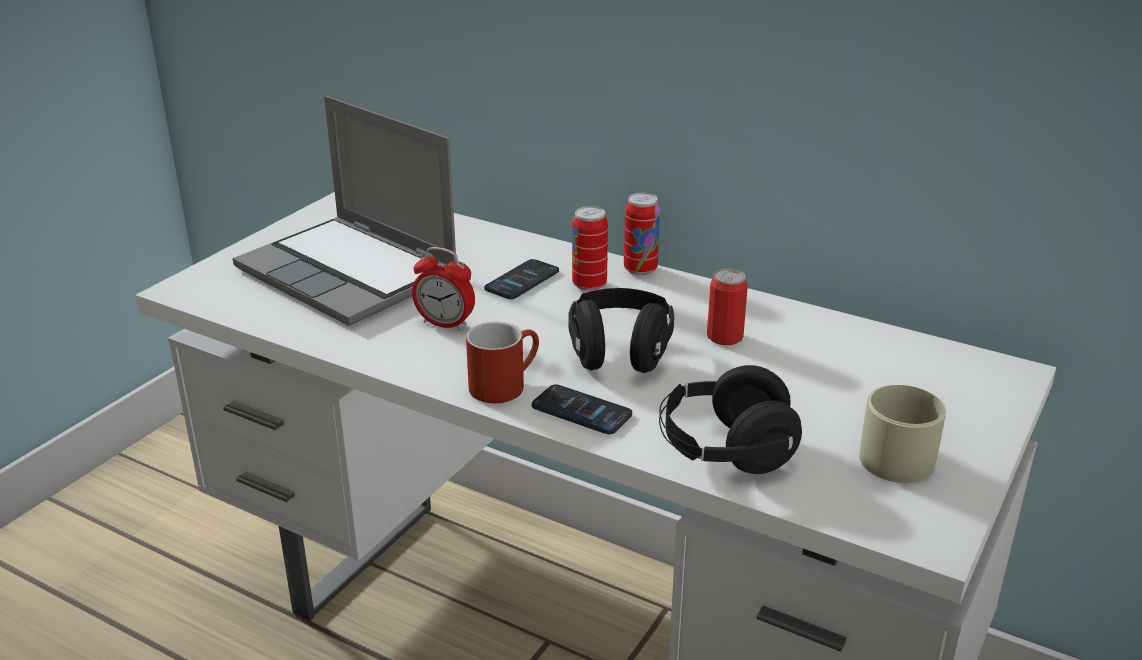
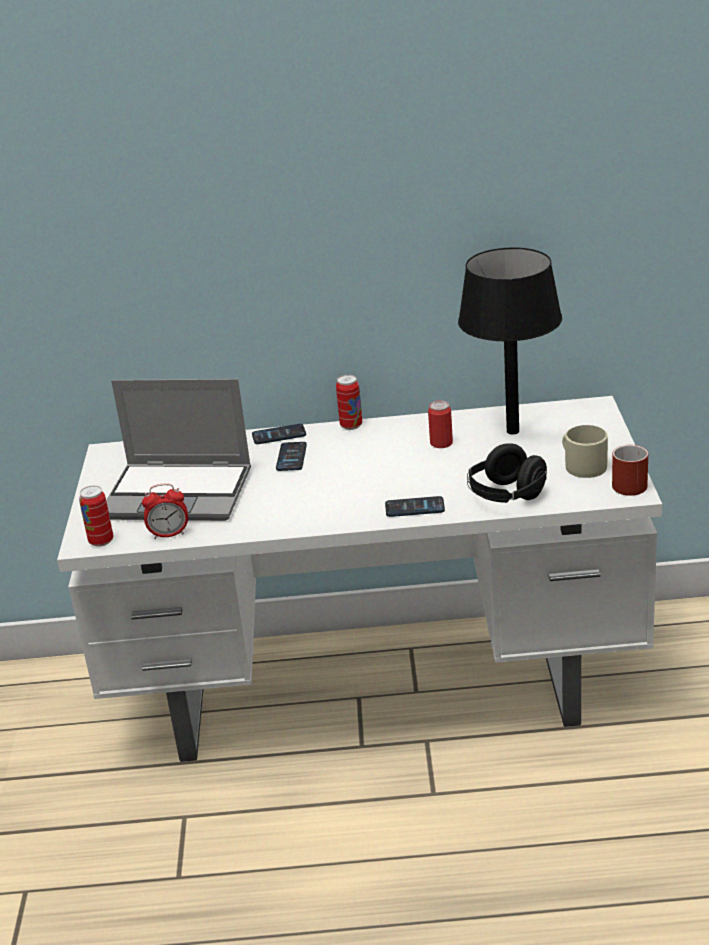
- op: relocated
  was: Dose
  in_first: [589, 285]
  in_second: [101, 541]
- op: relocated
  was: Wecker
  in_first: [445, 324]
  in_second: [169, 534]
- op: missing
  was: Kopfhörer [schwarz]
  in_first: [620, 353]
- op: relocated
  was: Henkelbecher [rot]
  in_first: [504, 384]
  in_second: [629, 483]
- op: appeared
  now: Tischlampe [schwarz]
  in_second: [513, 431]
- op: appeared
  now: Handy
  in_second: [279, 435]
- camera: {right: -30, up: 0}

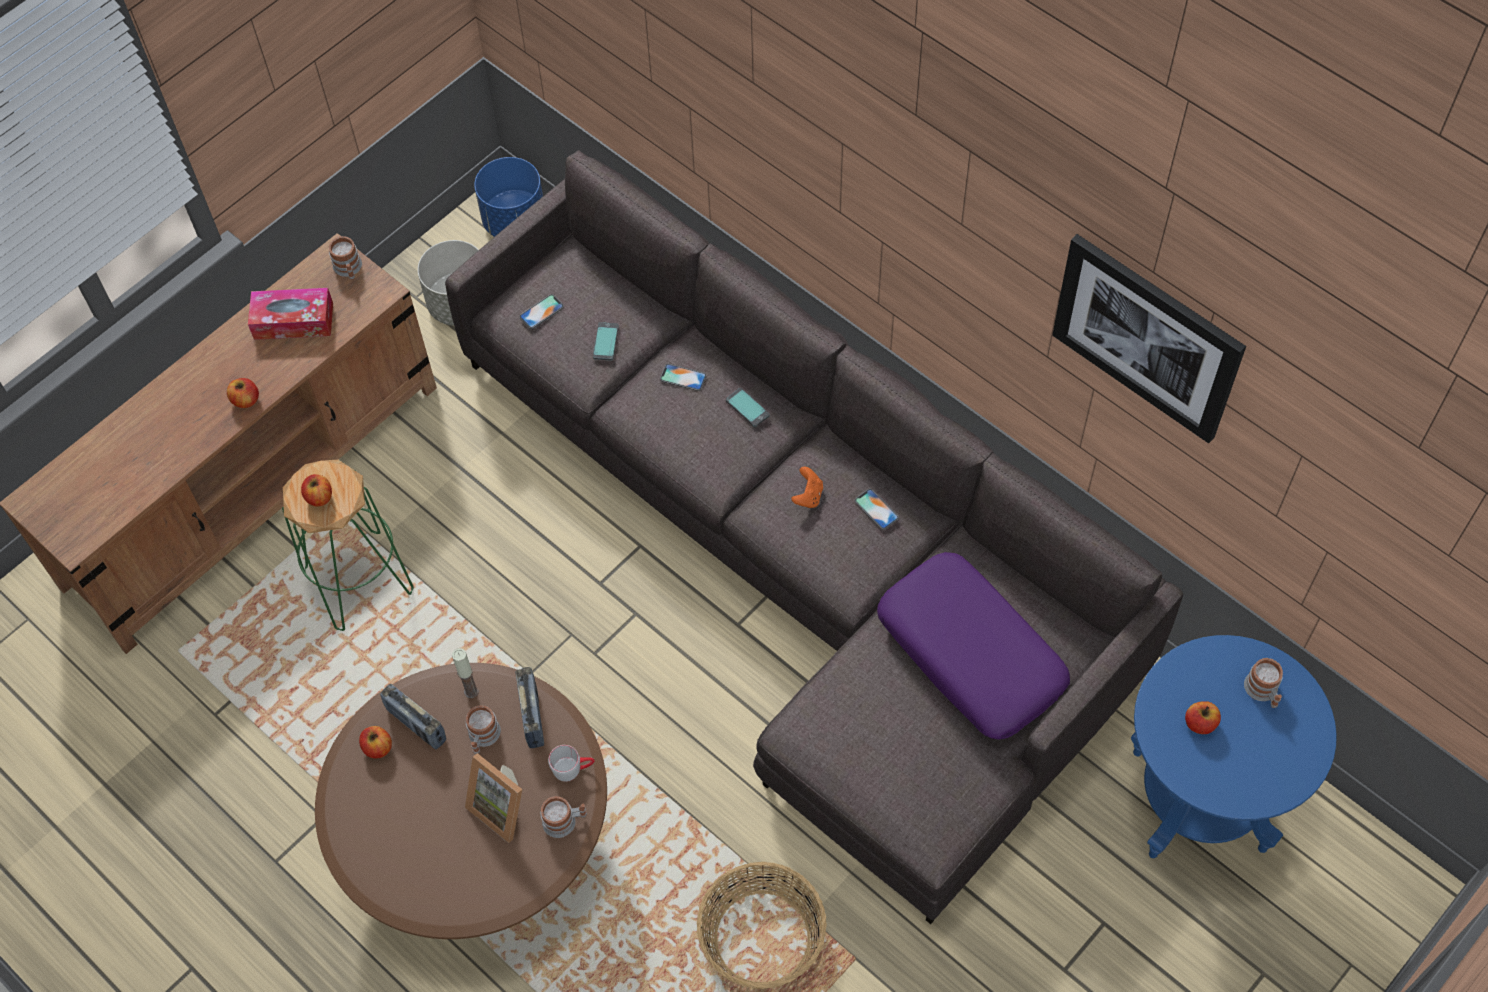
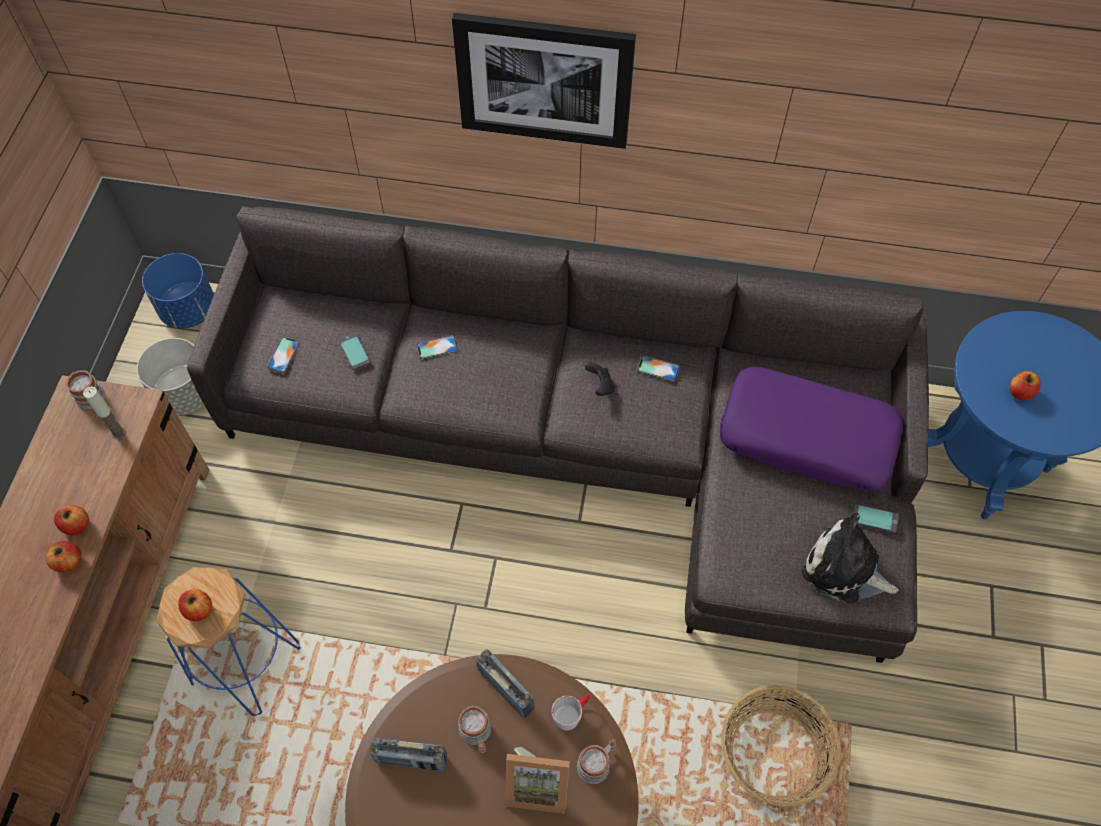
- op: relocated
  was: Bild
  in_first: [1147, 336]
  in_second: [544, 80]
- op: missing
  was: Taschentuchbox
  in_first: [293, 321]
- op: relocated
  was: Handy
  in_first: [747, 408]
  in_second: [875, 518]
- op: colour
  was: Hocker [grün]
  now: Hocker [blau]
  in_first: [359, 581]
  in_second: [247, 664]
- op: colour
  was: Gamepad [orange]
  now: Gamepad [schwarz]
  in_first: [808, 496]
  in_second: [600, 386]
- op: relocated
  was: Kerze
  in_first: [471, 691]
  in_second: [118, 433]
- op: missing
  was: Henkelbecher
  in_first: [1263, 691]
- op: relocated
  was: Apfel
  in_first: [377, 748]
  in_second: [76, 525]
- op: appeared
  now: Plüschtier
  in_second: [844, 570]
- camera: {right: -35, up: 0}

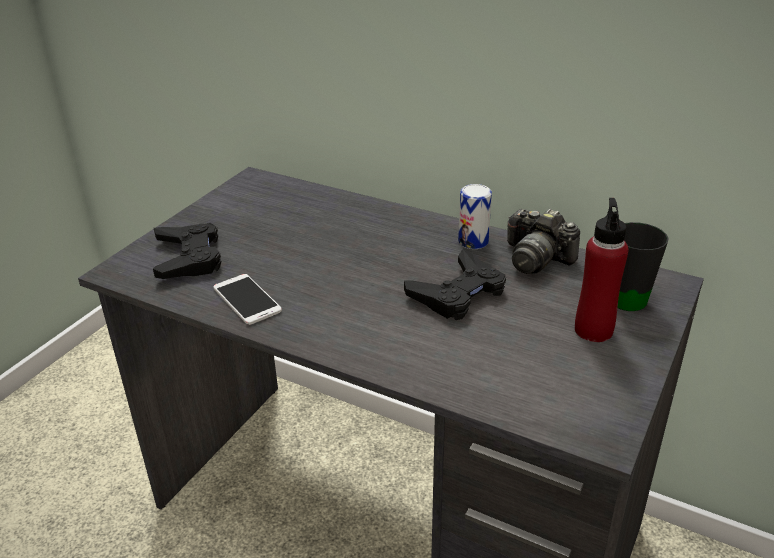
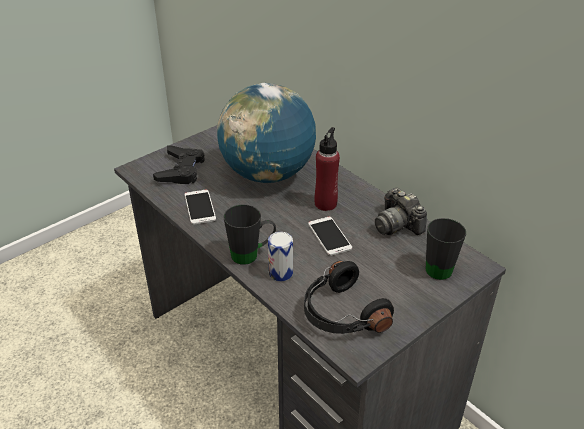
- op: relocated
  was: Dose
  in_first: [473, 241]
  in_second: [280, 273]
- op: relocated
  was: Flasche [rot]
  in_first: [593, 330]
  in_second: [325, 203]
- op: exchanged
  was: Gamepad [schwarz]
  now: Handy
  in_first: [458, 293]
  in_second: [329, 236]
- op: appeared
  now: Globus
  in_second: [267, 174]
- op: appeared
  now: Henkelbecher [schwarz]
  in_second: [251, 255]
- op: appeared
  now: Kopfhörer [schwarz]
  in_second: [341, 314]
- camera: {right: 20, up: 5}

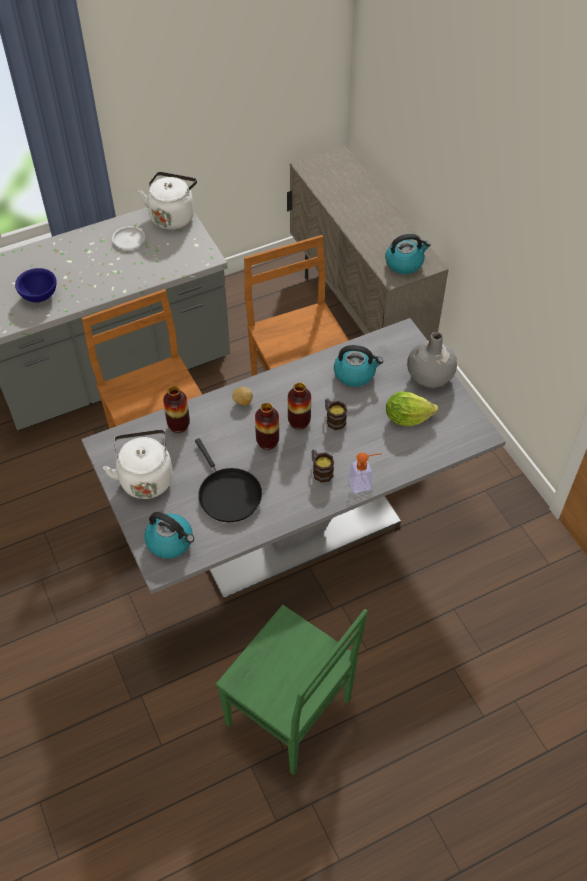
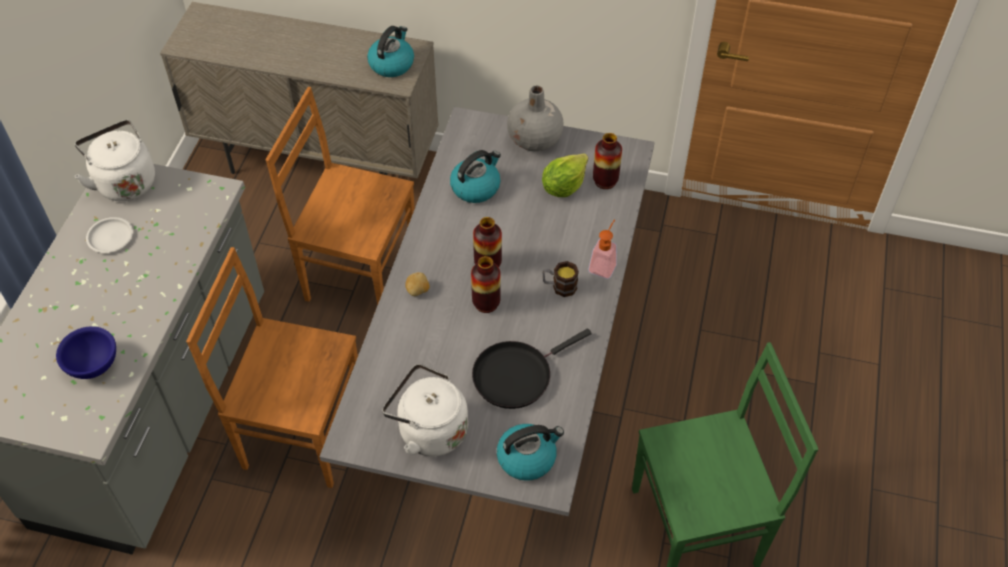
- op: relocated
  was: Vase
  in_first: [178, 425]
  in_second: [605, 181]
- op: missing
  was: Henkelbecher
  in_first: [333, 419]
- op: spun
  was: Pfanne [schwarz]
  in_first: [227, 494]
  in_second: [516, 375]
  clockwise: 135
- camera: {right: -50, up: 0}

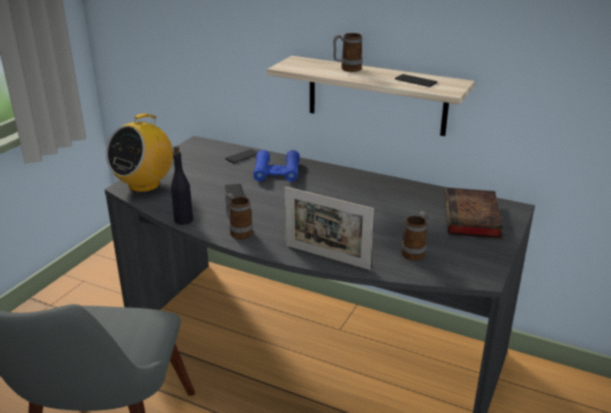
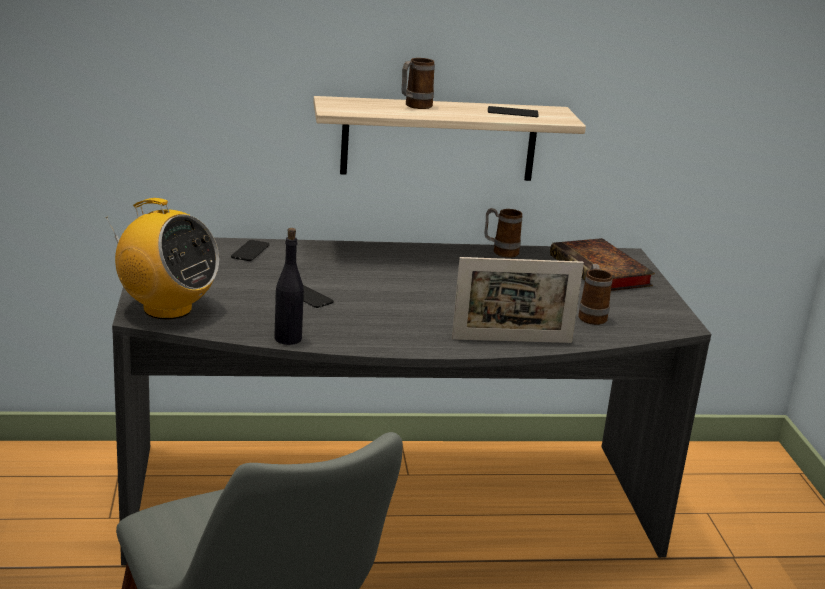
- op: spun
  was: Radio
  in_first: [144, 185]
  in_second: [166, 309]
  clockwise: -60
- op: missing
  was: Fernglas [blau]
  in_first: [276, 172]
- op: relocated
  was: Henkelbecher
  in_first: [238, 232]
  in_second: [500, 252]
- camera: {right: -35, up: -5}

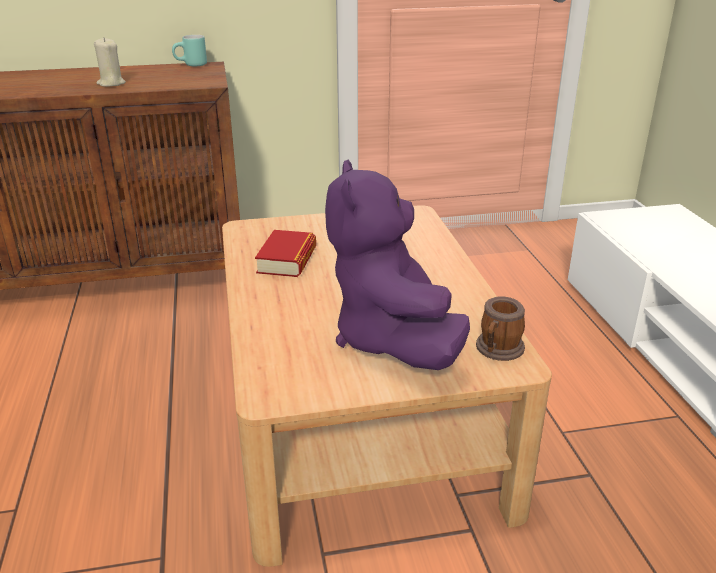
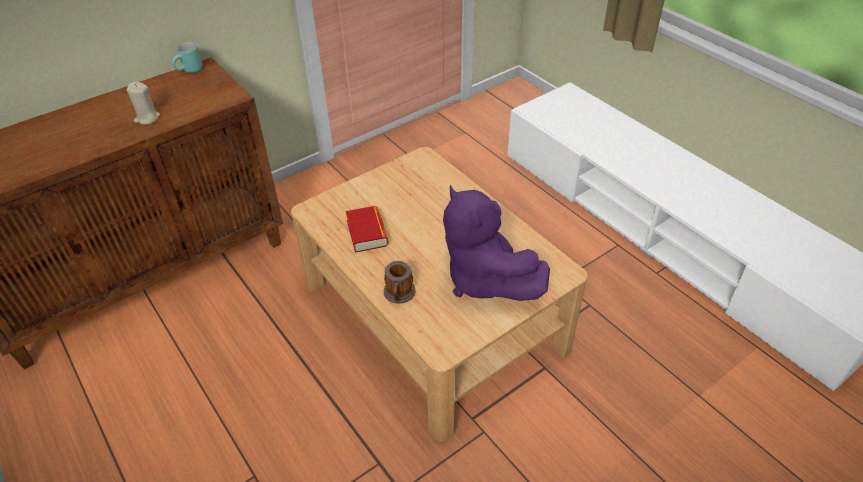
- op: relocated
  was: Henkelbecher
  in_first: [498, 350]
  in_second: [399, 295]
- camera: {right: -25, up: 15}

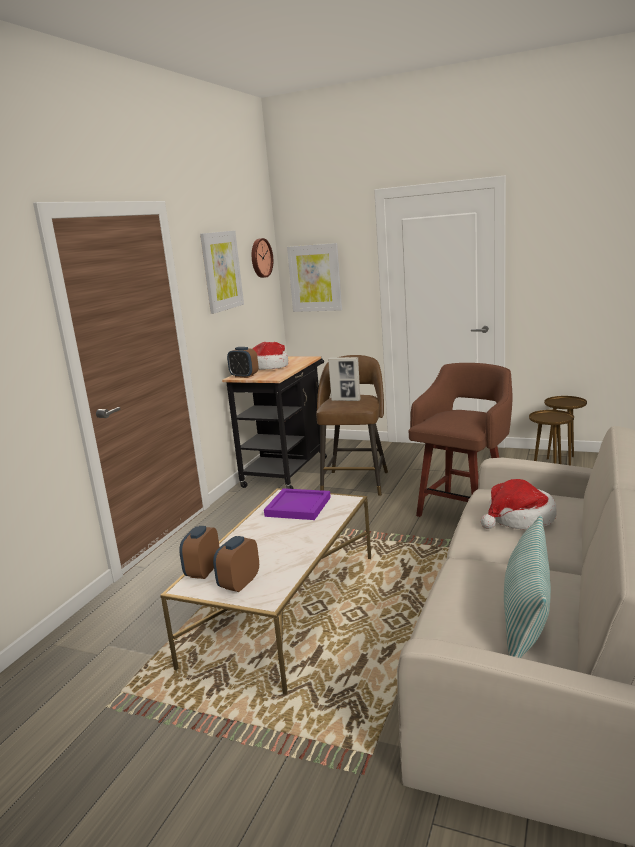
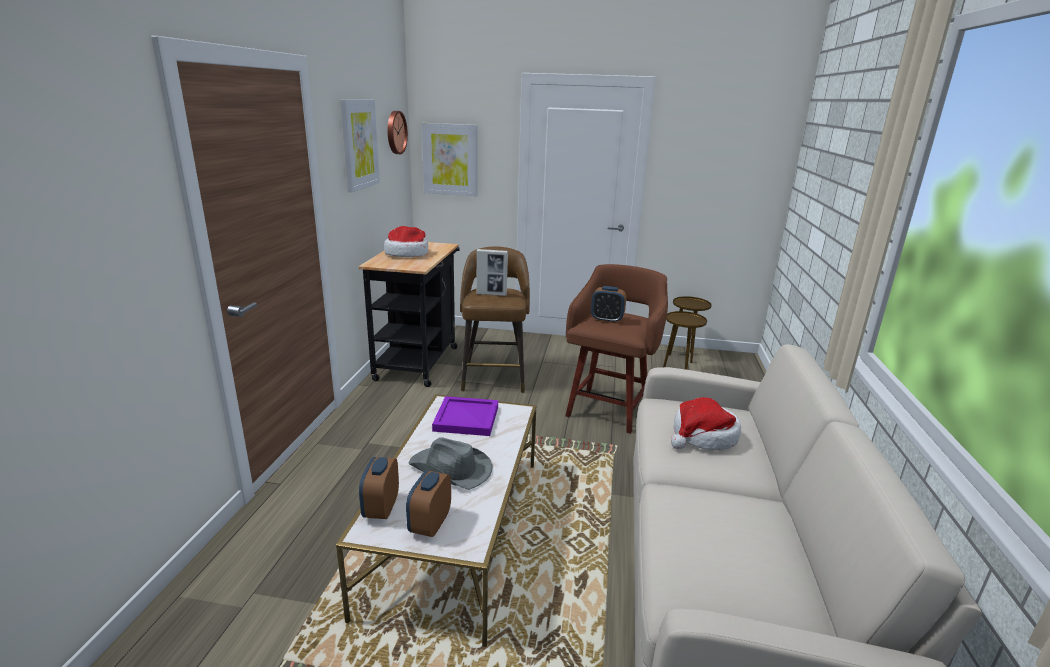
- op: relocated
  was: Wecker
  in_first: [244, 376]
  in_second: [607, 320]
- op: missing
  was: Kissen
  in_first: [526, 617]
- op: appeared
  now: Hut [grau]
  in_second: [451, 469]
- camera: {right: -15, up: 5}

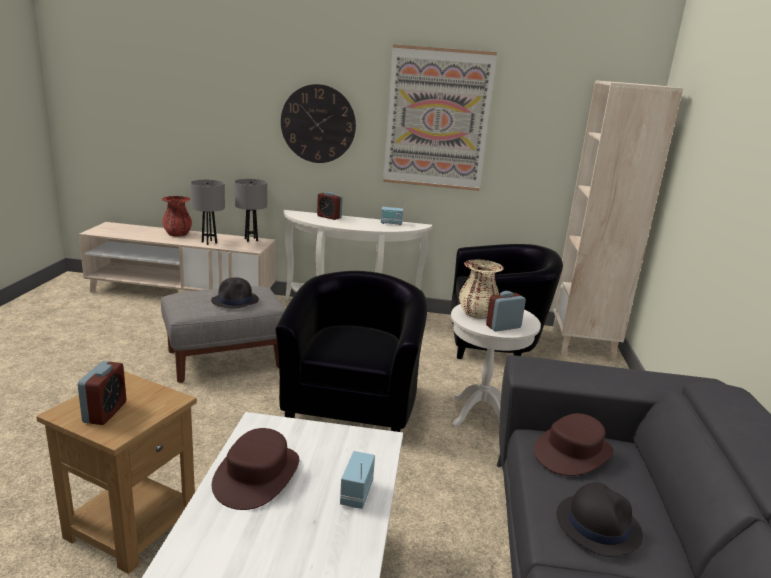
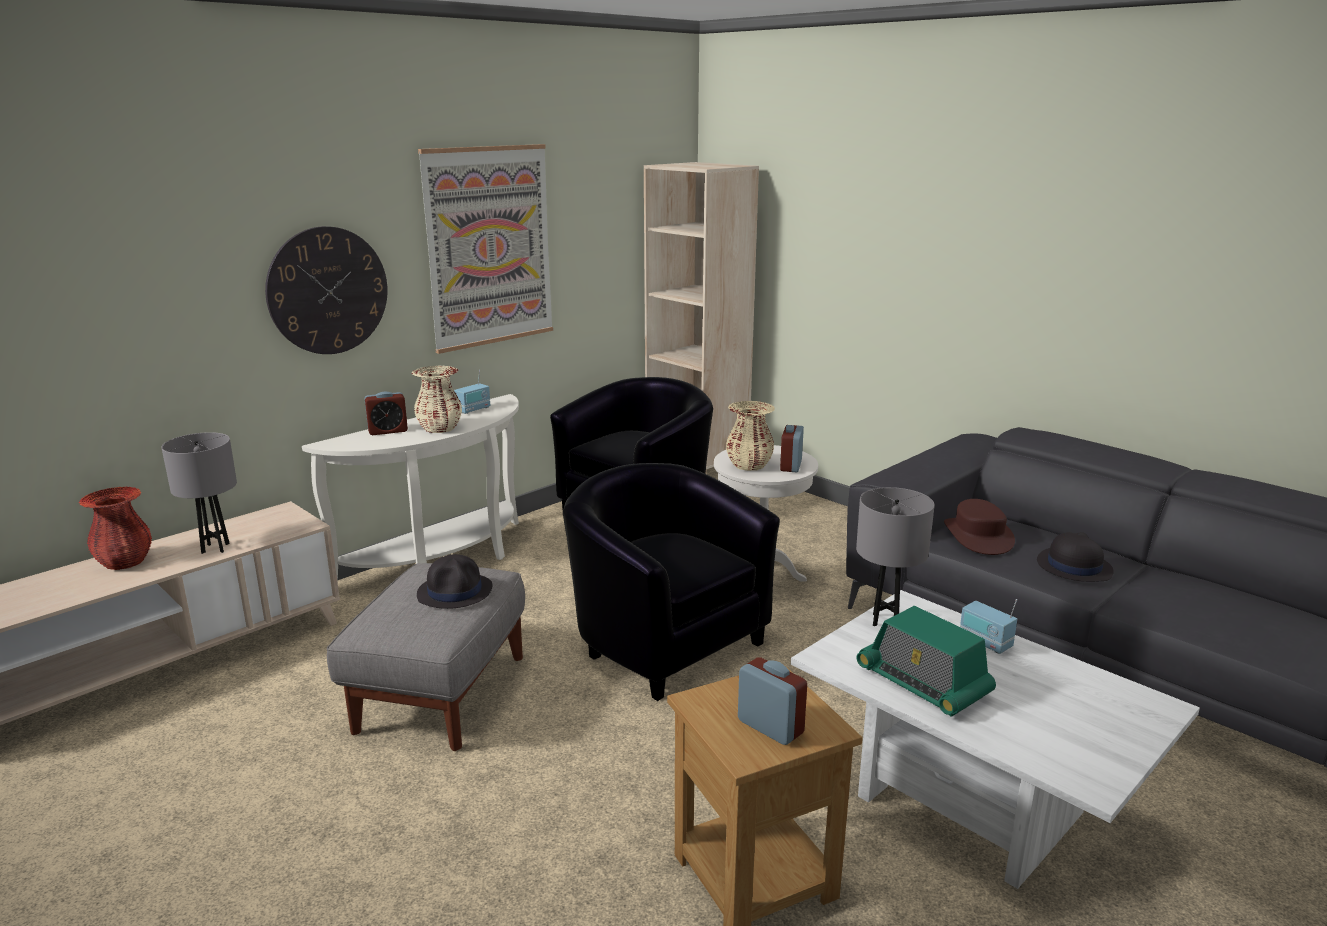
- op: relocated
  was: Tischlampe [grau]
  in_first: [251, 239]
  in_second: [885, 621]
- op: exchanged
  was: Hut [braun]
  now: Radio
  in_first: [257, 475]
  in_second: [923, 683]
- op: appeared
  now: Vase [beige]
  in_second: [439, 429]
- camera: {right: -50, up: 0}

